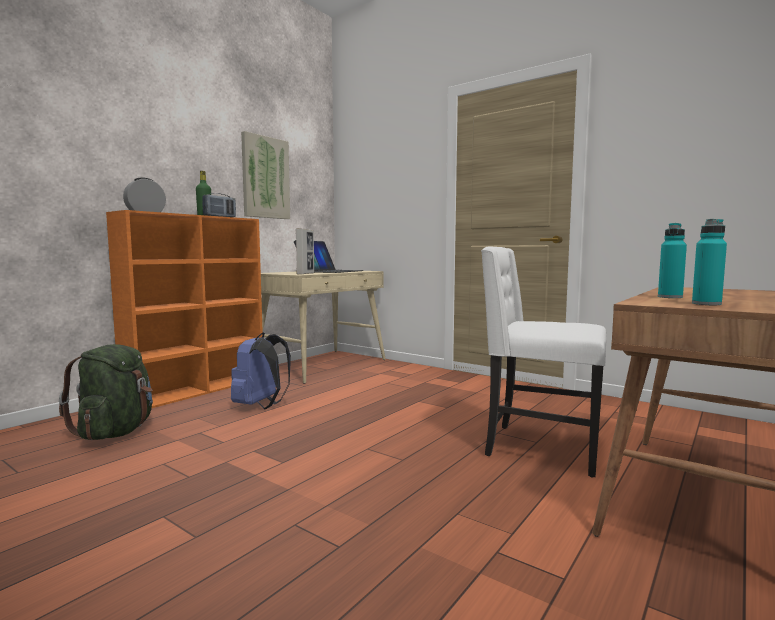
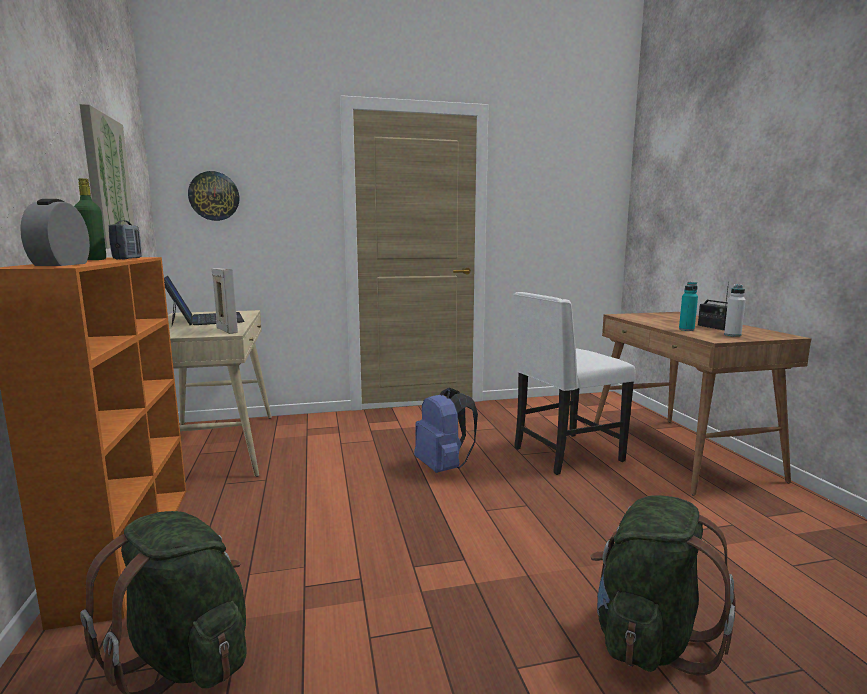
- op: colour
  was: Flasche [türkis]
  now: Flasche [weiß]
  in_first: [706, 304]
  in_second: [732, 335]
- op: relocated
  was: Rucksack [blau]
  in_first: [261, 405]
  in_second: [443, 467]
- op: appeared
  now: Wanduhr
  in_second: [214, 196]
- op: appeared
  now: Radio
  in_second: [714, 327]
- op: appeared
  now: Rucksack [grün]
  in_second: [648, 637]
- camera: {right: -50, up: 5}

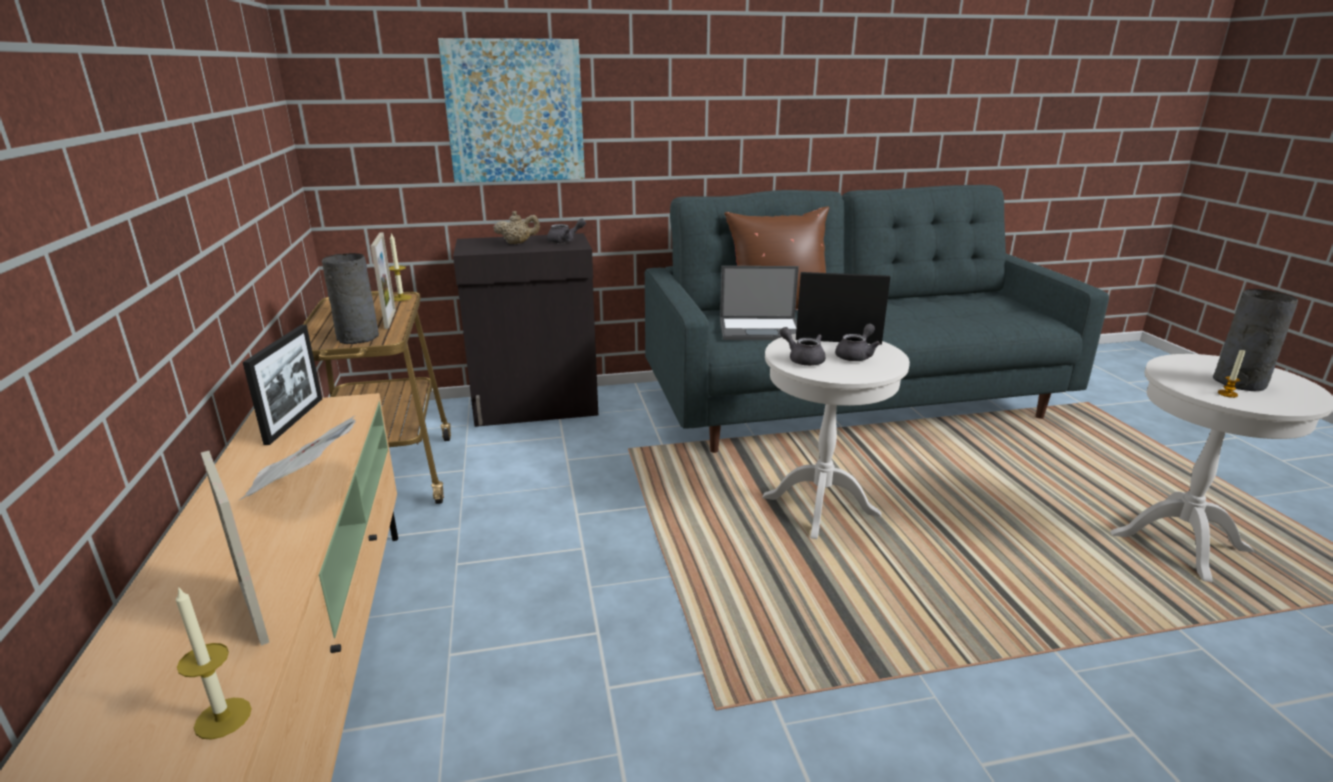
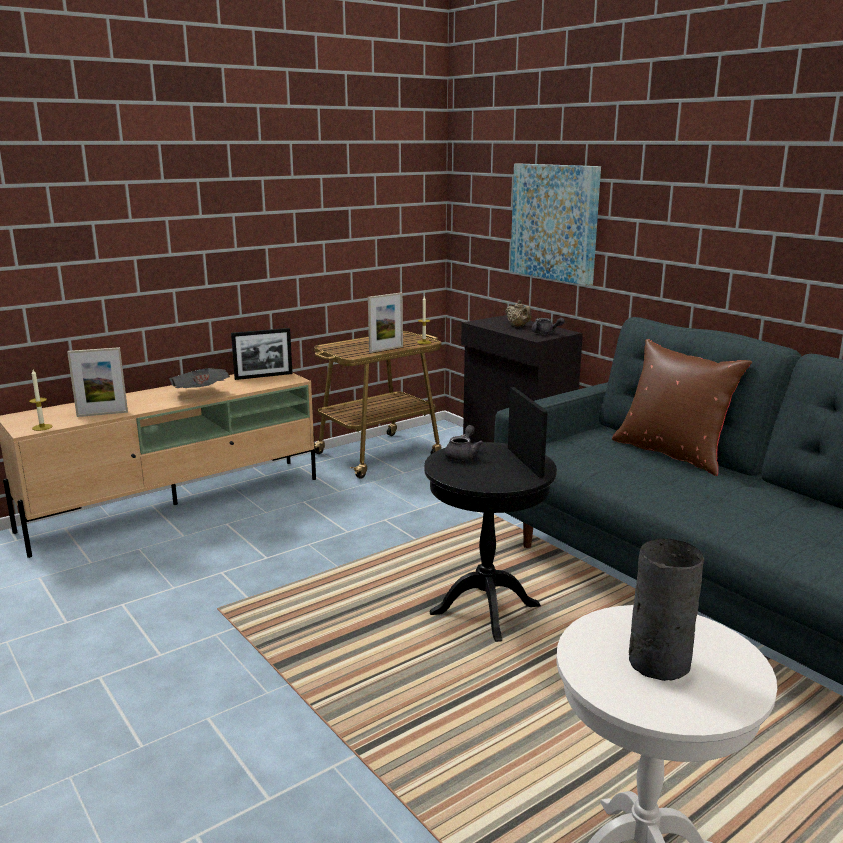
- op: missing
  was: Vase [grau]
  in_first: [359, 337]
- op: missing
  was: Laptop
  in_first: [761, 329]
- op: missing
  was: Teekanne [grau]
  in_first: [856, 356]
- op: colour
  was: Beistelltisch [weiß]
  now: Beistelltisch [schwarz]
  in_first: [820, 507]
  in_second: [485, 610]
- op: missing
  was: Kerze
  in_first: [1227, 394]
- op: spun
  was: Bilderrahmen
  in_first: [253, 611]
  in_second: [102, 414]
  clockwise: -135
- camera: {right: 65, up: -5}

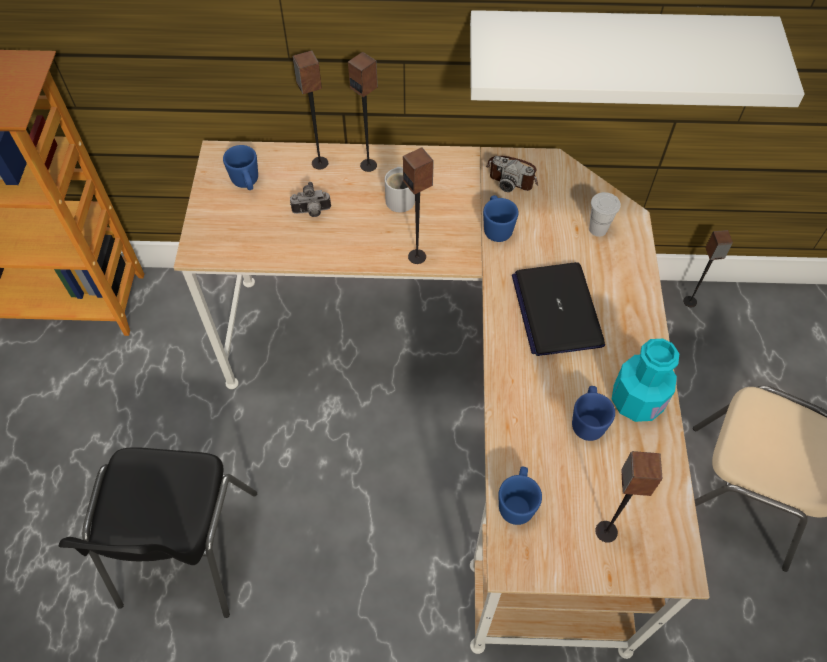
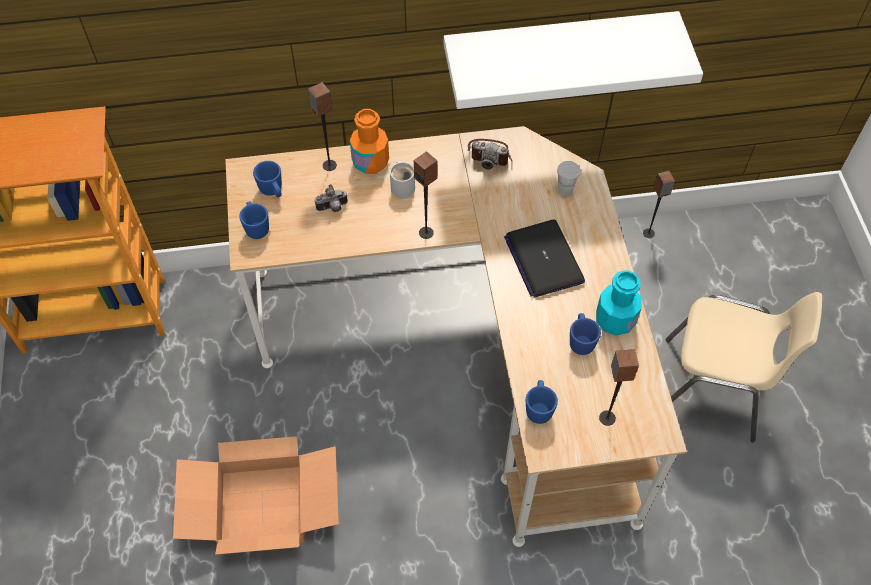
- op: exchanged
  was: Lautsprecher
  now: Flasche [orange]
  in_first: [369, 165]
  in_second: [370, 161]
- op: relocated
  was: Henkelbecher [blau]
  in_first: [496, 228]
  in_second: [256, 227]
- op: exchanged
  was: Stuhl [schwarz]
  now: Karton
  in_first: [186, 552]
  in_second: [261, 509]
- camera: {right: -10, up: 0}

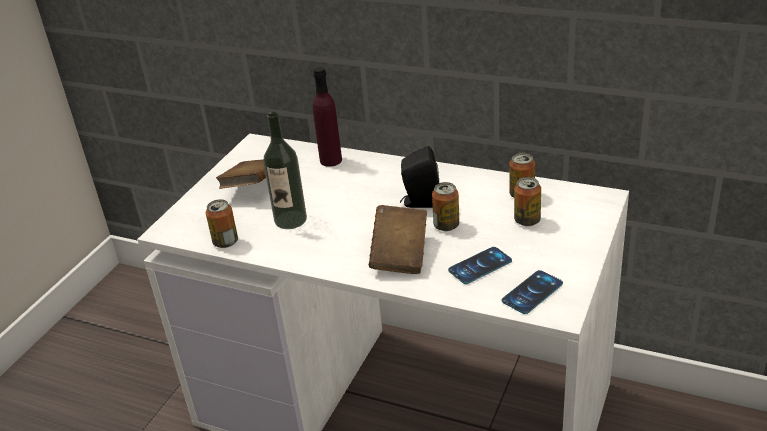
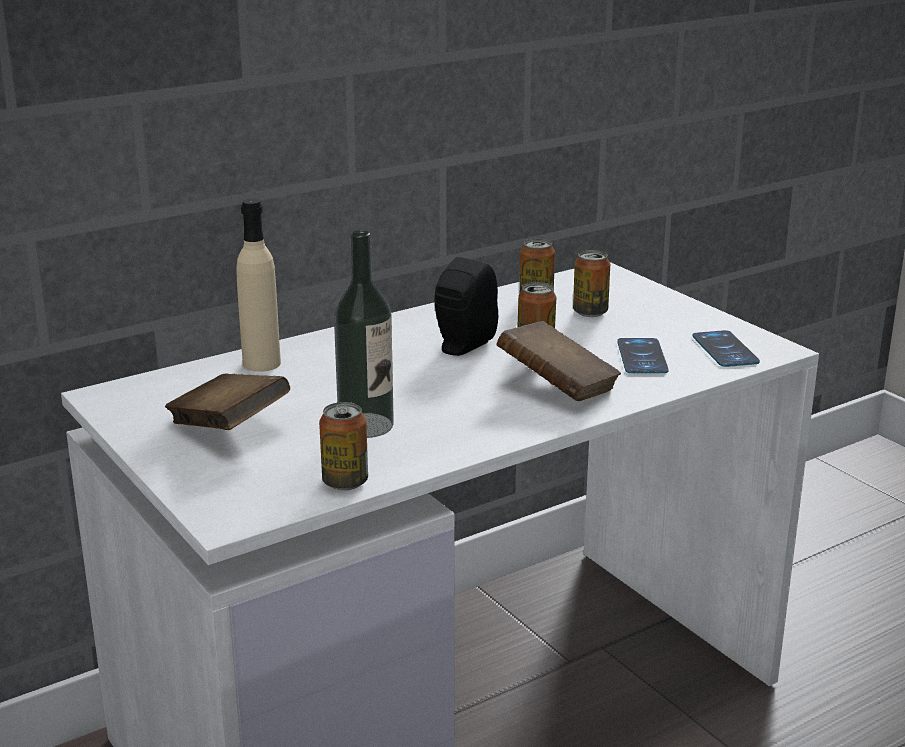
- op: colour
  was: Flasche [lila]
  now: Flasche [beige]
  in_first: [331, 160]
  in_second: [261, 363]
- camera: {right: -60, up: -10}

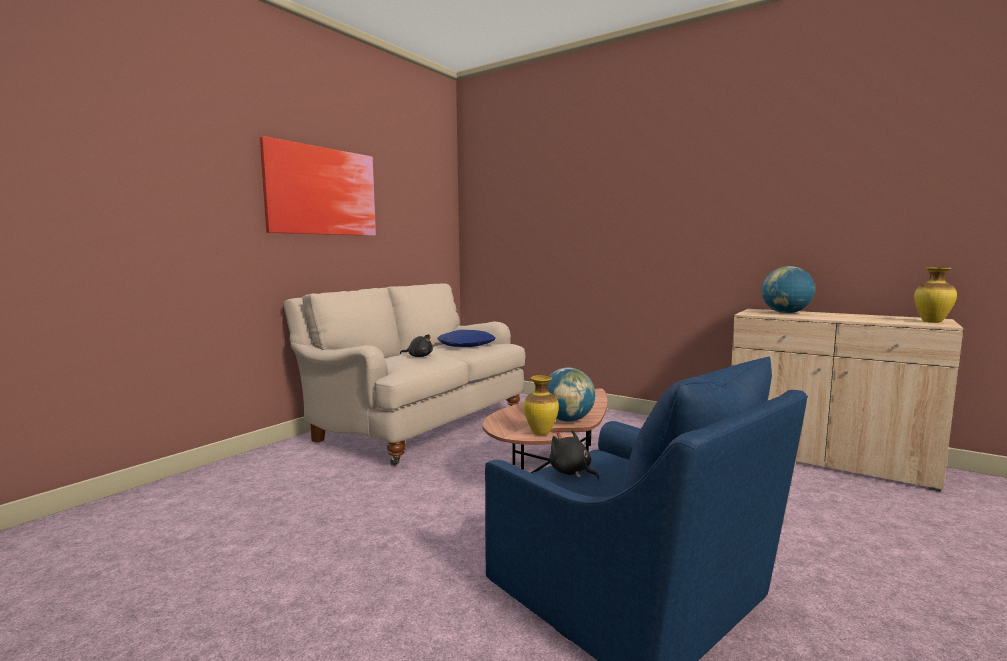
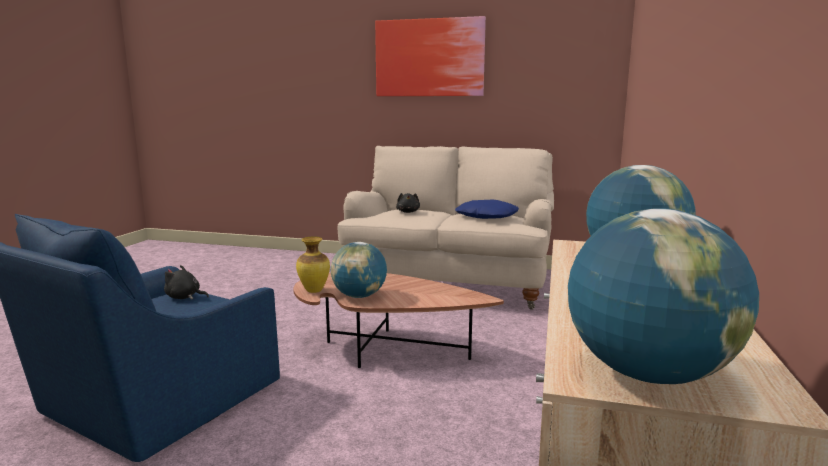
- op: exchanged
  was: Vase
  now: Globus
  in_first: [931, 322]
  in_second: [648, 373]
- op: spun
  was: Plüschtier [schwarz]
  in_first: [571, 472]
  in_second: [185, 297]
  clockwise: -105
- camera: {right: 70, up: 5}

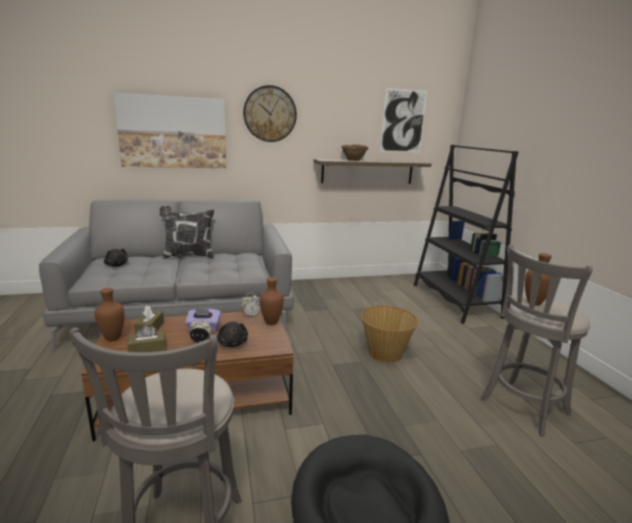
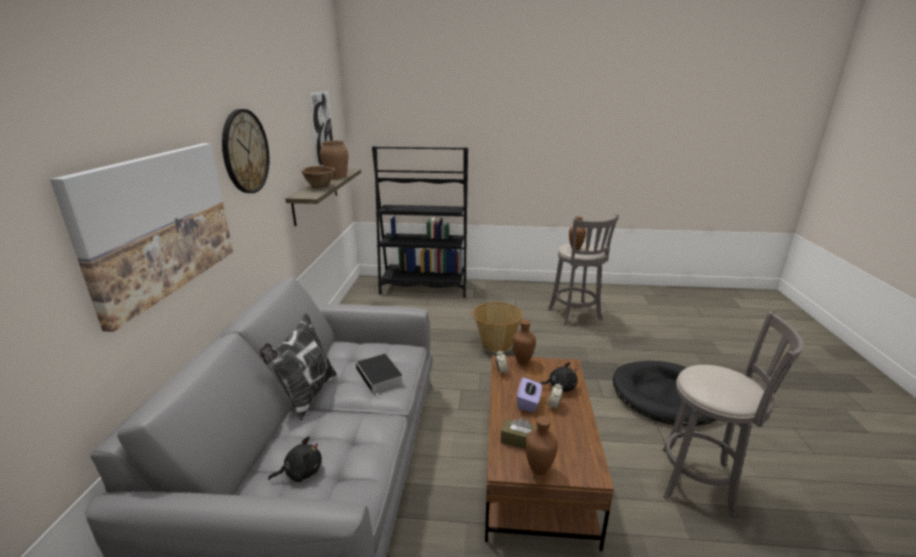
- op: missing
  was: Taschentuchbox [braun]
  in_first: [147, 350]
- op: appeared
  now: Vase [braun]
  in_second: [336, 176]
- op: appeared
  now: Buch
  in_second: [380, 376]
- camera: {right: -70, up: 5}

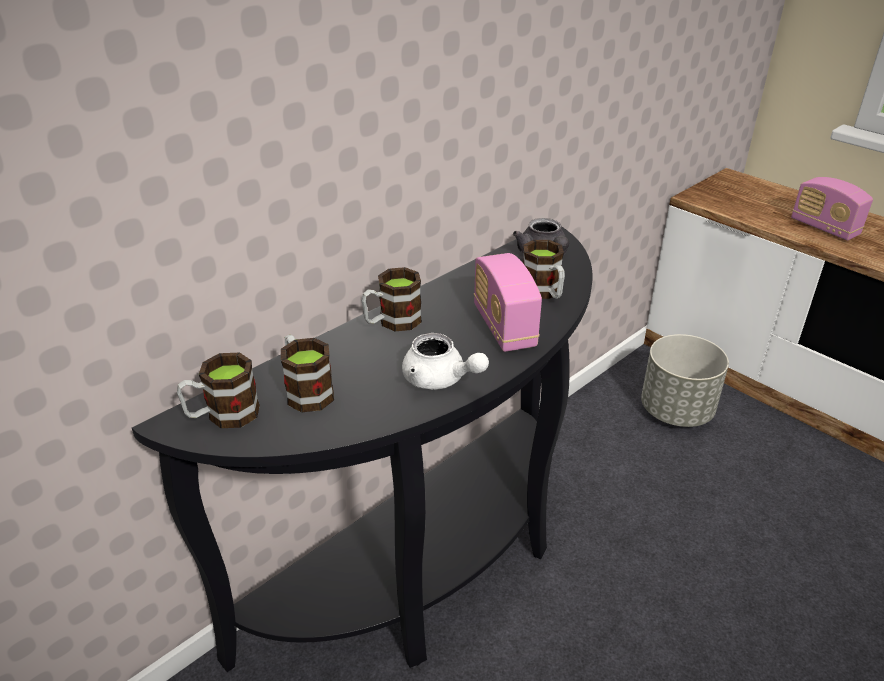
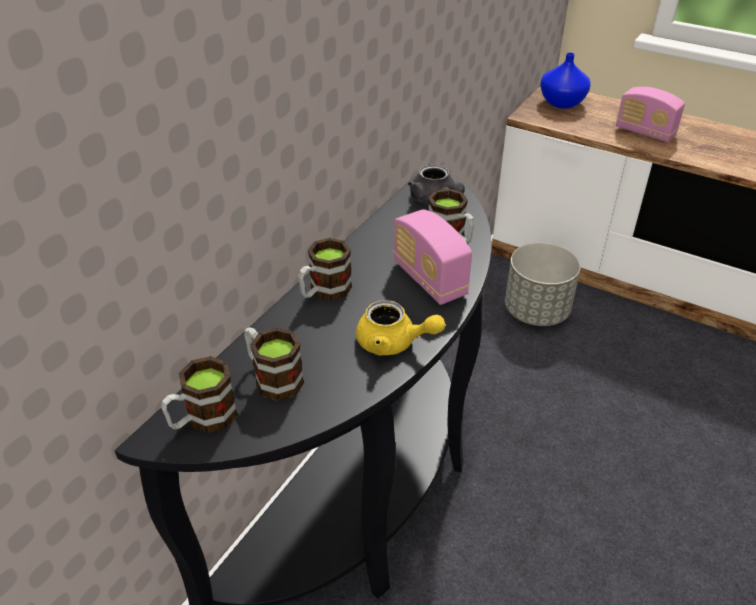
- op: colour
  was: Teekanne [weiß]
  now: Teekanne [gelb]
  in_first: [440, 380]
  in_second: [394, 343]
- op: appeared
  now: Vase [blau]
  in_second: [562, 103]
- camera: {right: -15, up: 5}

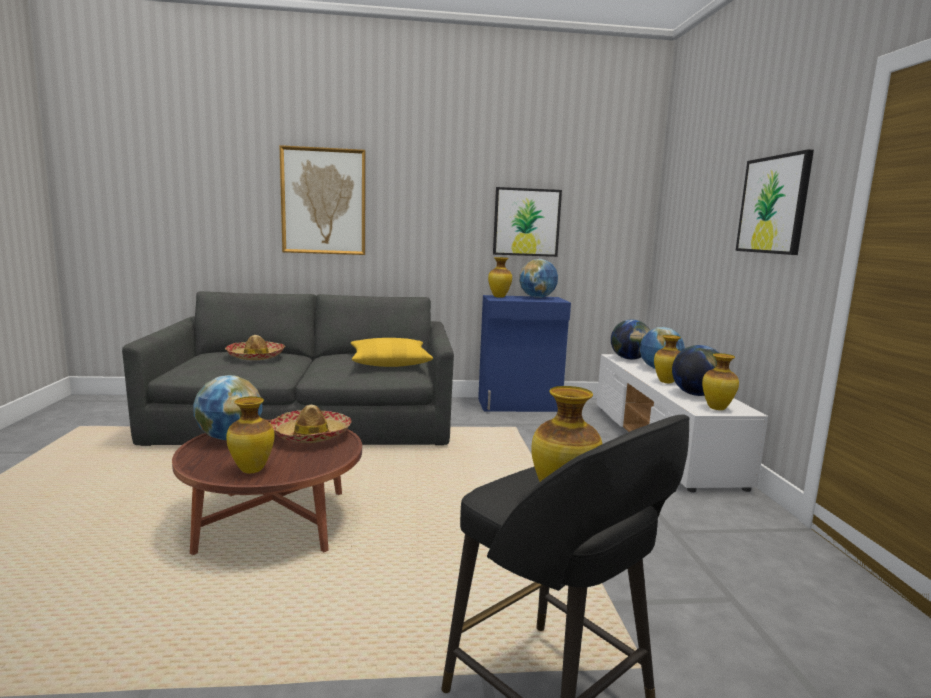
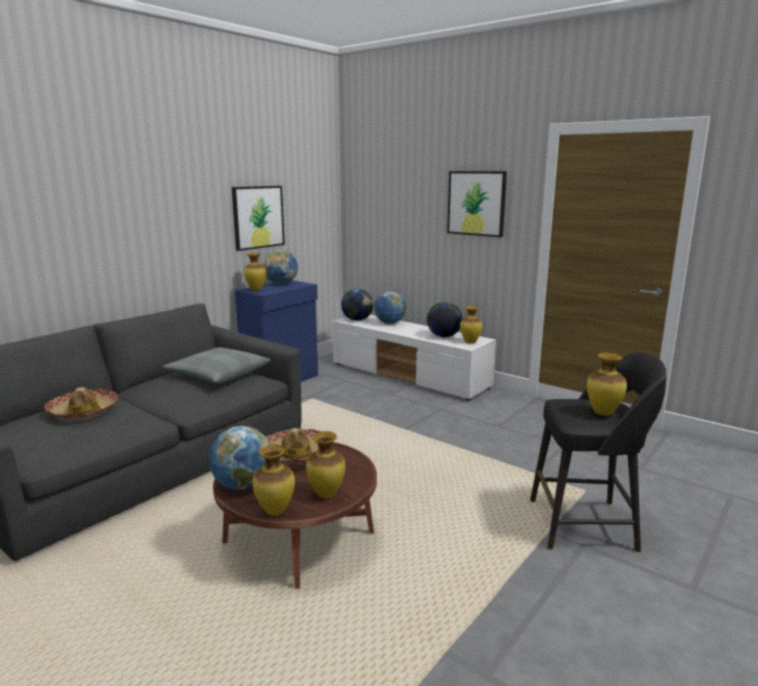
- op: missing
  was: Bild
  in_first: [324, 201]
- op: relocated
  was: Vase
  in_first: [666, 382]
  in_second: [275, 511]
- op: colour
  was: Kissen [gelb]
  now: Kissen [grau]
  in_first: [389, 362]
  in_second: [218, 374]
- camera: {right: -45, up: 5}

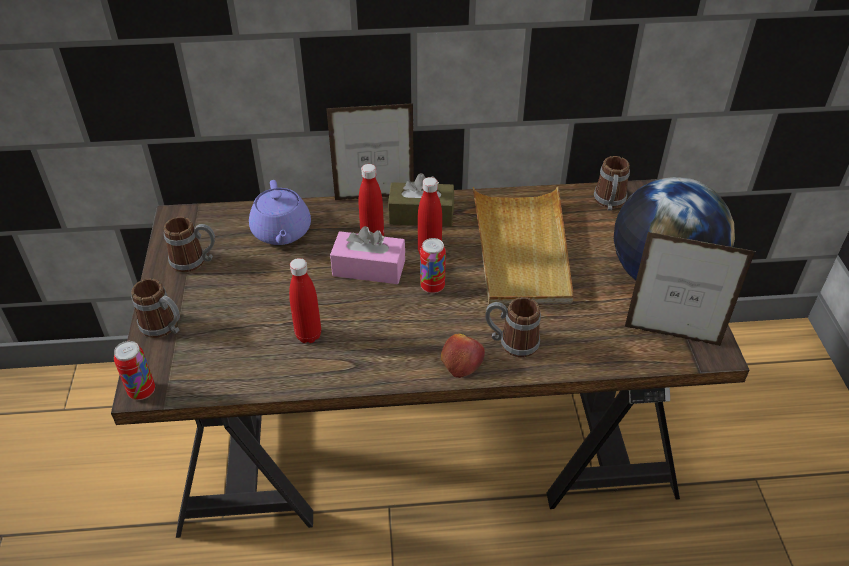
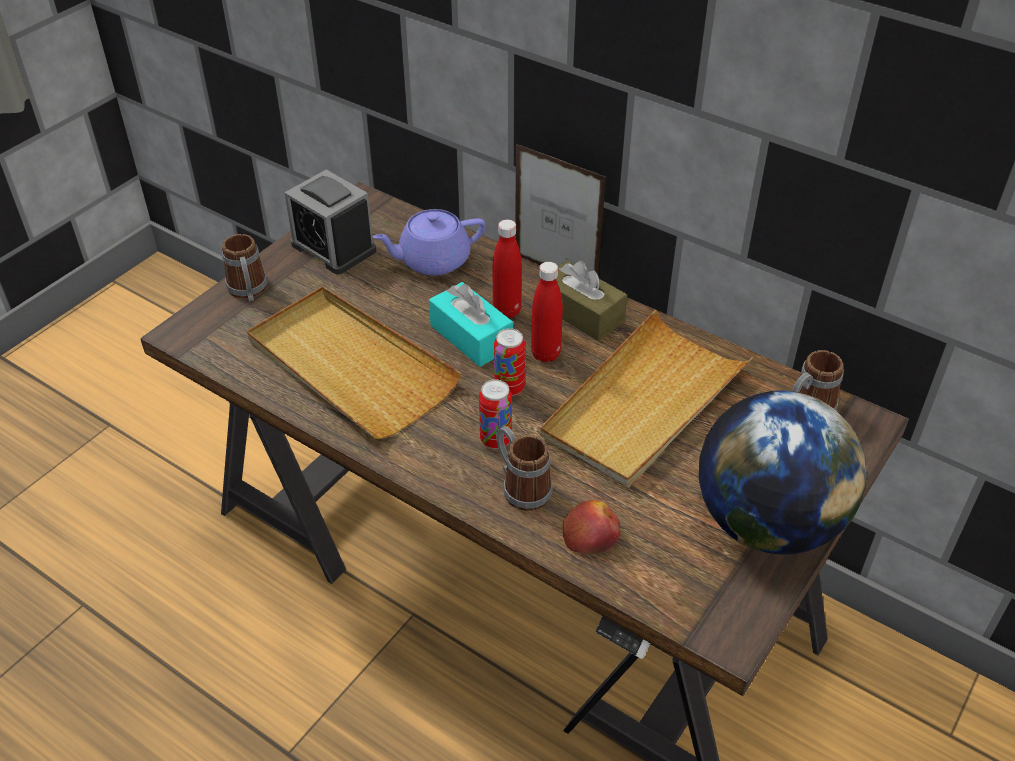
- op: spun
  was: Teekanne [lila]
  in_first: [281, 232]
  in_second: [432, 260]
  clockwise: 45
- op: exchanged
  was: Henkelbecher
  now: Wecker
  in_first: [195, 261]
  in_second: [333, 247]
- op: colour
  was: Taschentuchbox [rosa]
  now: Taschentuchbox [türkis]
  in_first: [369, 268]
  in_second: [471, 337]
- op: missing
  was: Bilderrahmen
  in_first: [672, 336]
- op: exchanged
  was: Flasche [rot]
  now: Tablett [beige]
  in_first: [308, 335]
  in_second: [350, 366]
- op: relocated
  was: Apfel
  in_first: [462, 360]
  in_second: [591, 534]
- op: relocated
  was: Dose
  in_first: [142, 391]
  in_second: [495, 440]
- camera: {right: 40, up: 0}

